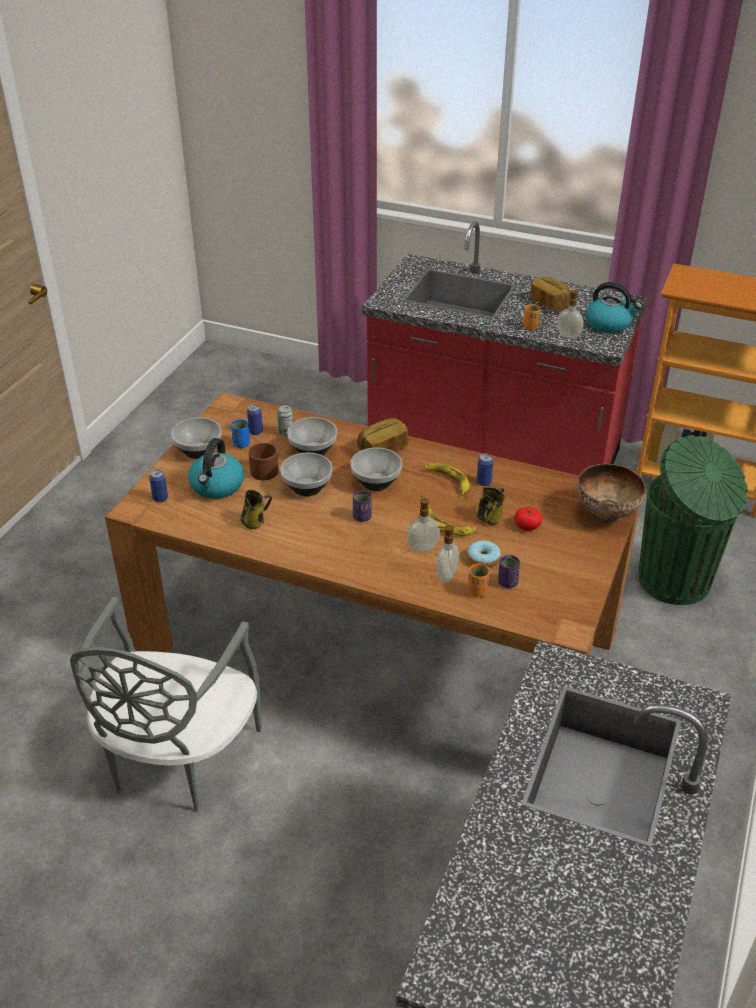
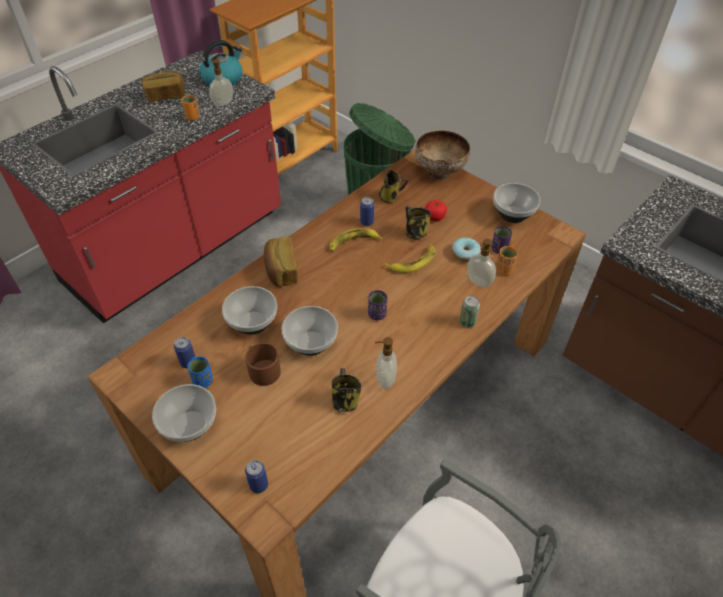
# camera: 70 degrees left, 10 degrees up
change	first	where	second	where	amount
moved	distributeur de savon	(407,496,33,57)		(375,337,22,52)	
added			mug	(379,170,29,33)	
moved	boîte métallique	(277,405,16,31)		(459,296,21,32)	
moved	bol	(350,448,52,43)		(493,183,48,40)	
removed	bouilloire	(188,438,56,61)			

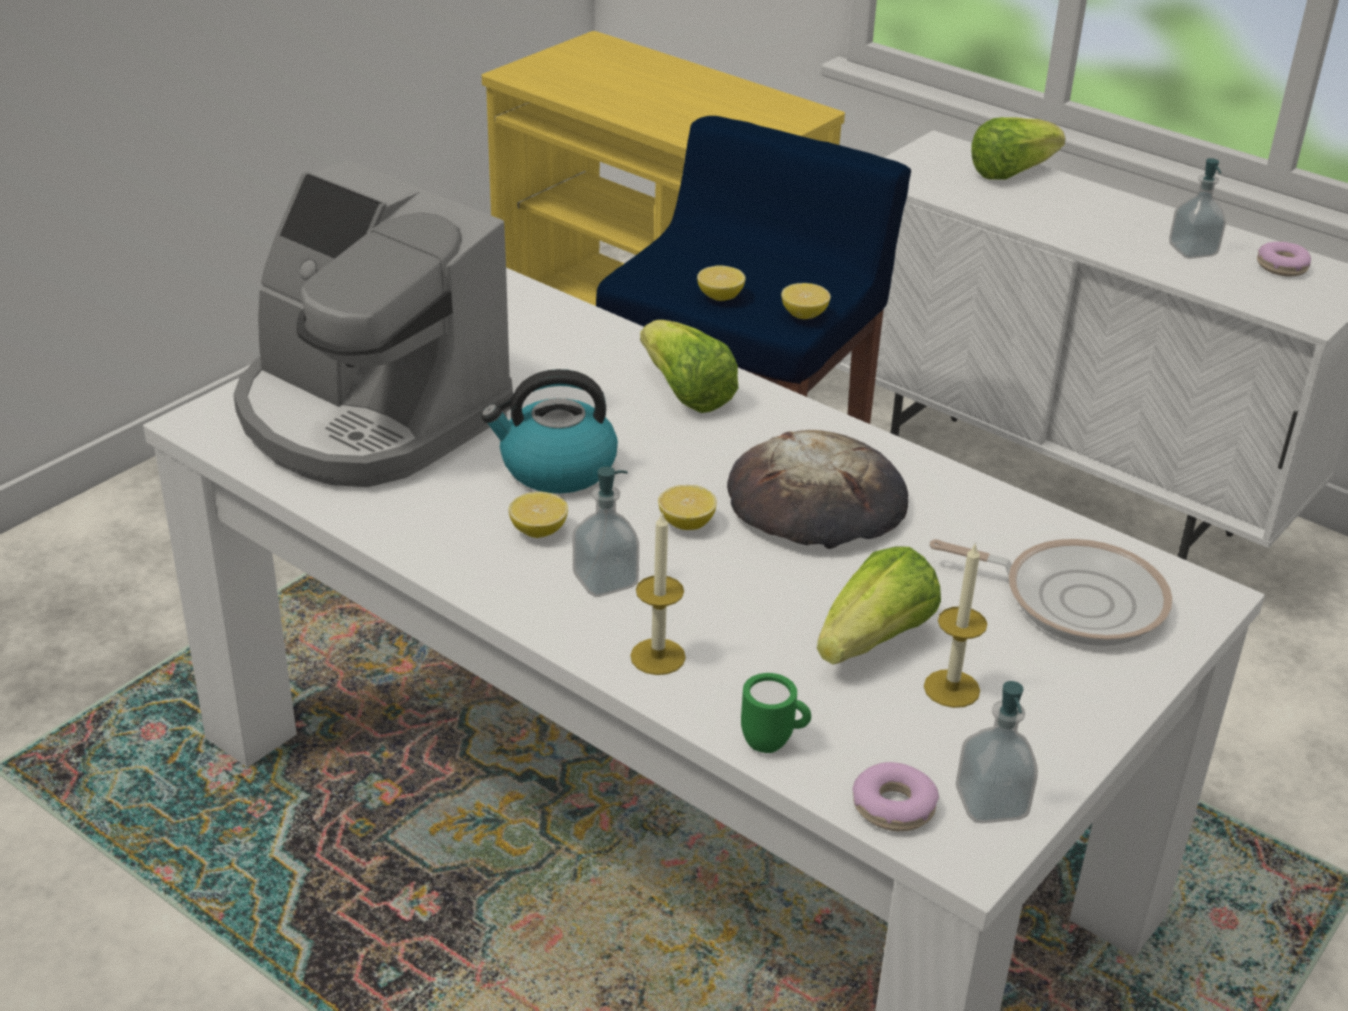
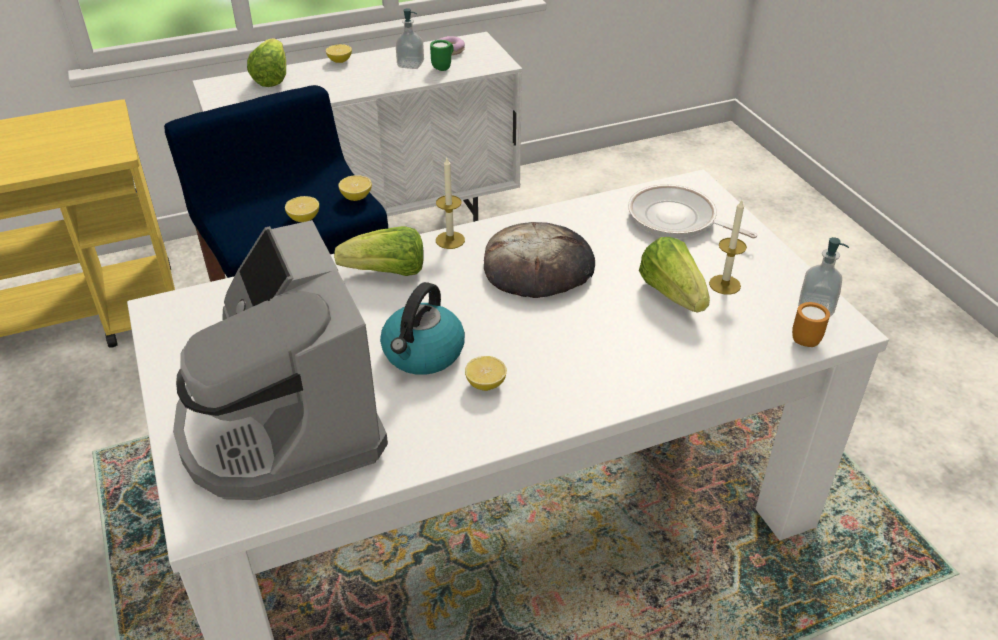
# camera: 60 degrees left, 5 degrees up
change	first	where	second	where	amount
turned	machine à café	(233,160,280,327)		(173,220,215,280)	90 degrees clockwise
moved	citron	(658,485,59,45)		(326,44,26,19)	
moved	mug/vert	(741,673,70,80)		(430,40,24,31)	
moved	bougie	(630,511,56,164)		(436,158,29,91)	
turned	poêle	(930,539,242,107)		(628,184,129,54)	105 degrees counterclockwise
replaced	beignet	(852,762,87,69)	mug/orange	(792,302,38,45)	
removed	distributeur de savon	(573,466,66,131)			

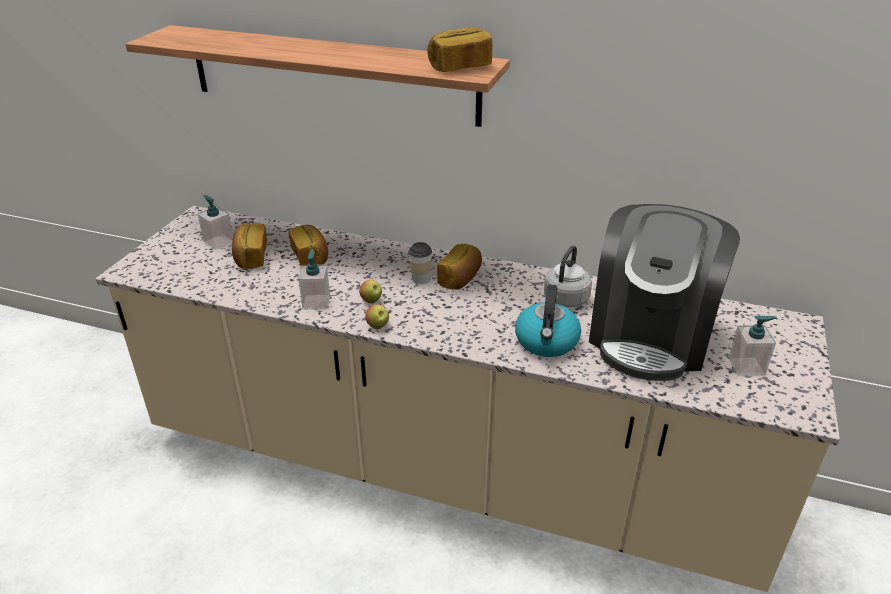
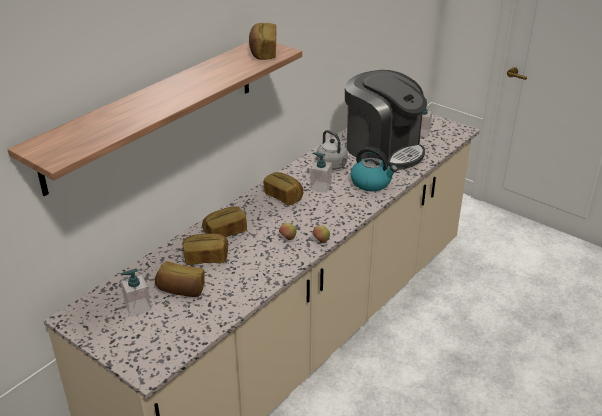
# camera: 70 degrees left, 0 degrees up
change	first	where	second	where	amount
added			pain	(202,206,45,31)	
moved	distributeur de savon	(298,249,32,61)		(310,152,22,41)	
removed	tasse	(408,242,24,42)			

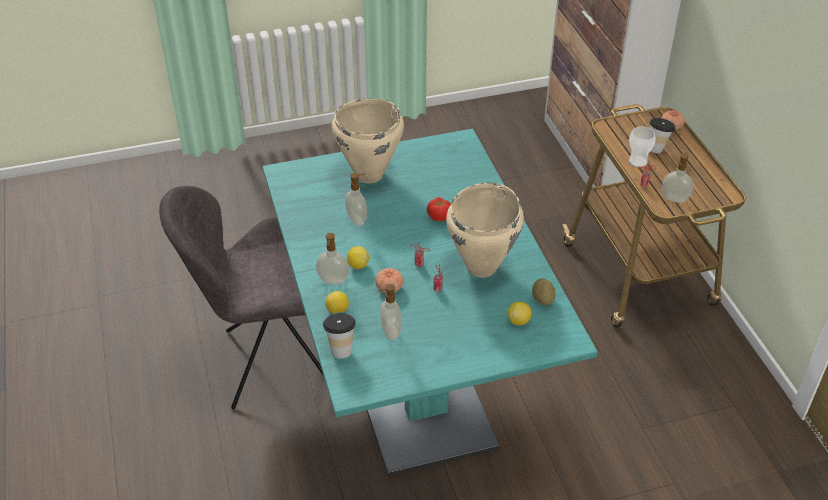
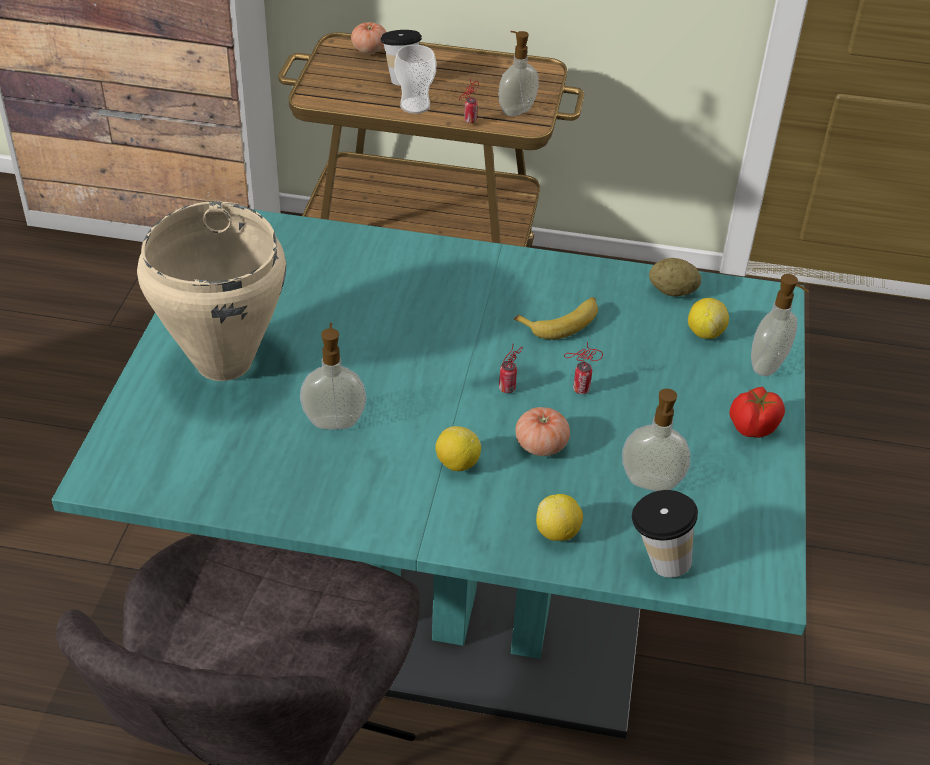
# camera: 65 degrees left, 0 degrees up
change	first	where	second	where	amount
replaced	marmite/beige	(446,183,78,94)	banane	(514,297,84,42)	
moved	tomate	(427,197,24,24)		(729,387,56,51)	
moved	distributeur de savon	(316,233,34,52)		(751,274,58,102)	

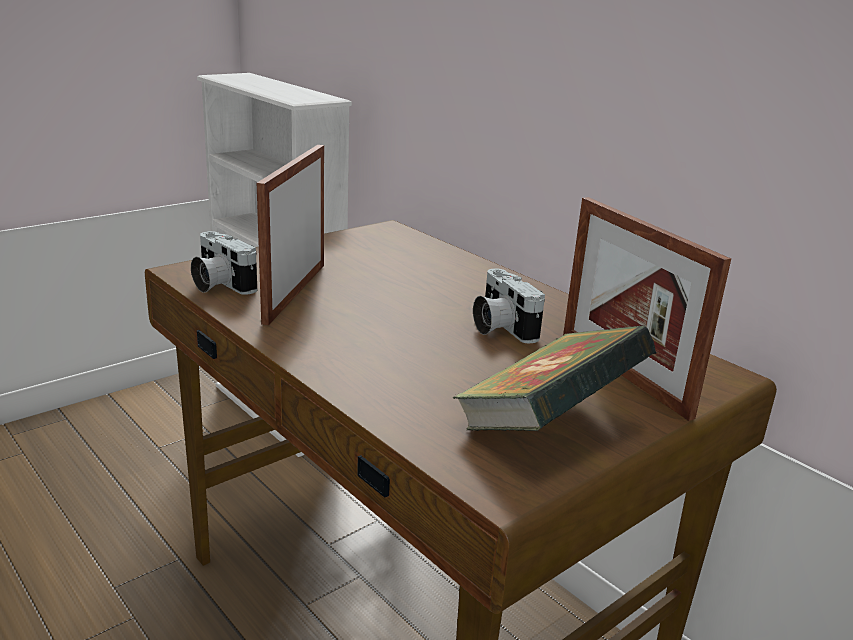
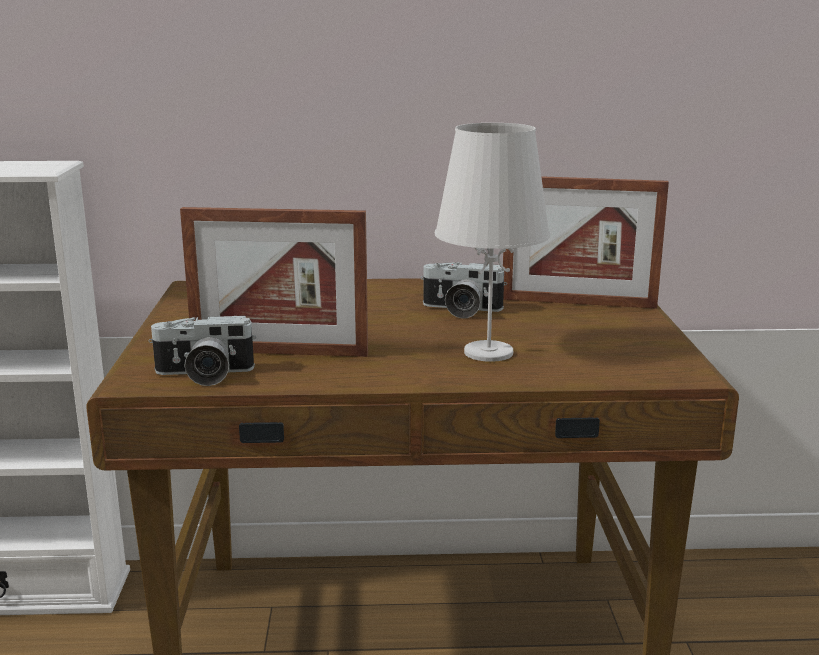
# camera: 50 degrees left, 5 degrees down
change	first	where	second	where	amount
turned	cadre photo	(257,145,67,180)		(180,207,188,150)	45 degrees counterclockwise
added			lampe de table/blanc	(435,123,115,239)	
removed	livre	(453,325,203,106)			

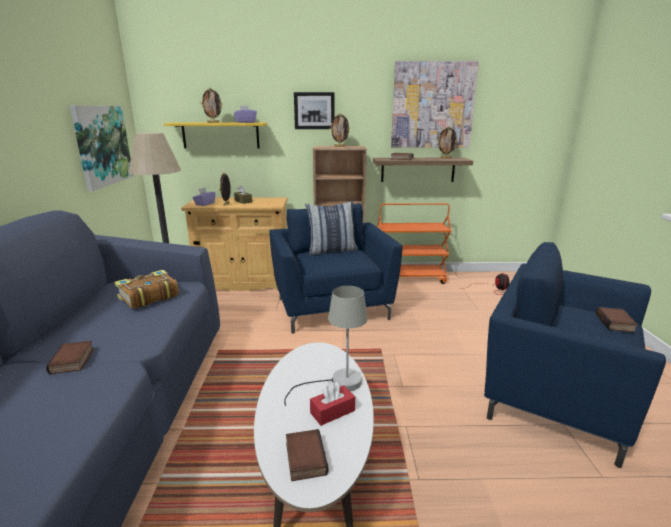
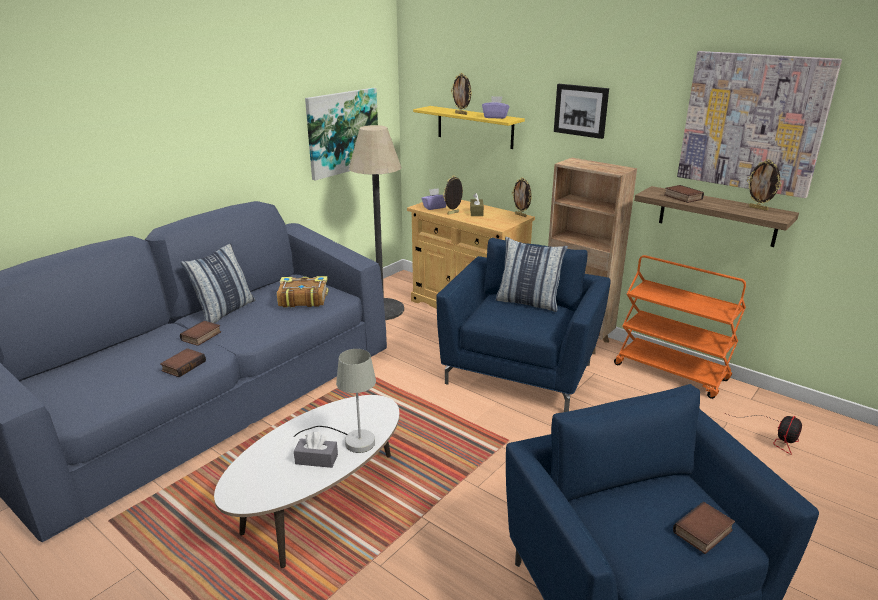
# camera: 40 degrees right, 5 degrees up
change	first	where	second	where	amount
moved	livre	(286,429,43,52)		(160,348,46,29)	
added			coussin	(180,243,75,80)	
recoloured	boîte à mouchoirs/rouge	(310,382,45,44)	boîte à mouchoirs/gris	(294,432,44,36)	
moved	cadre photo	(330,113,20,34)		(512,177,20,40)	

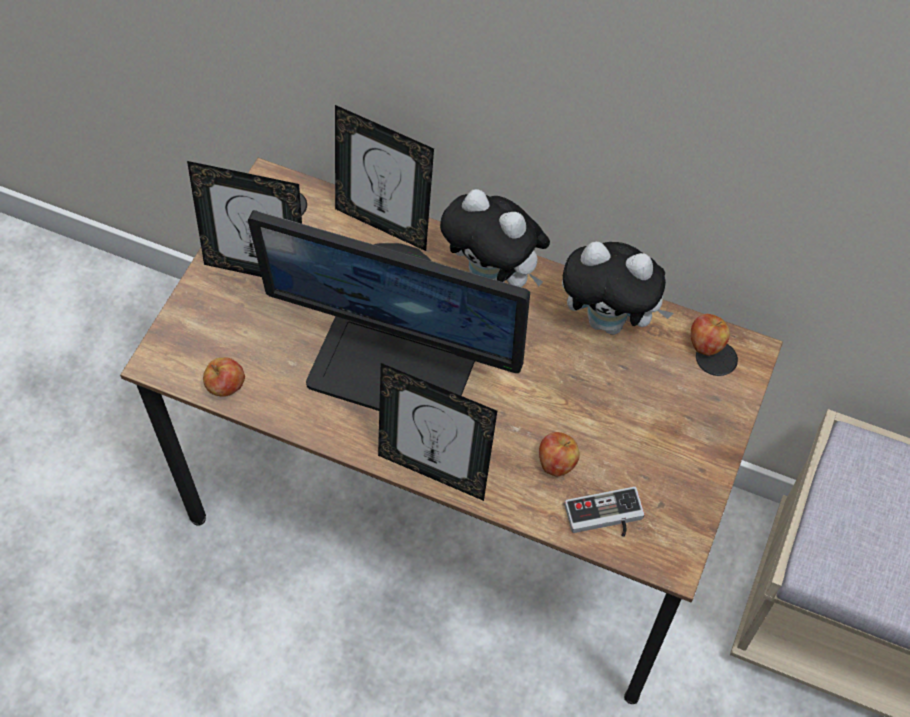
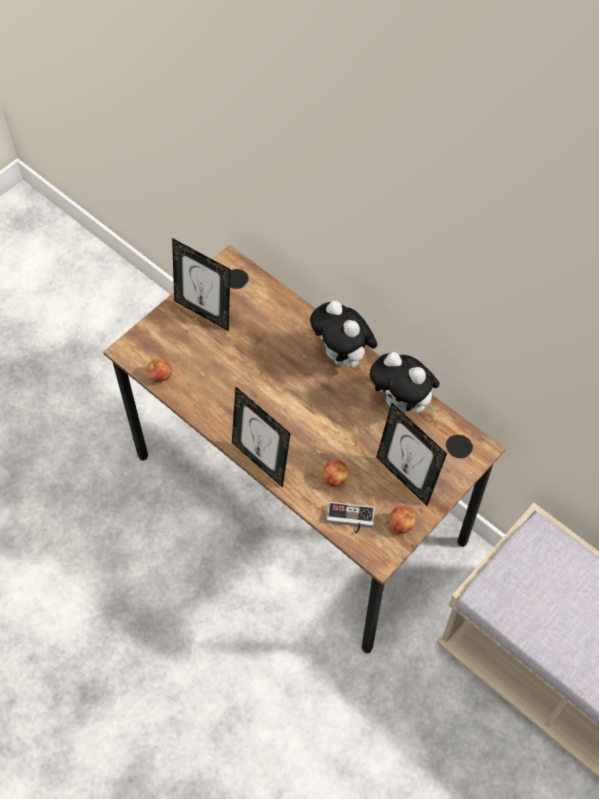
# camera: 20 degrees right, 0 degrees up
change	first	where	second	where	amount
moved	cadre photo	(335,105,99,146)		(376,403,71,103)	
moved	pomme	(691,314,39,42)		(389,506,26,28)	
removed	écran d'ordinateur	(248,210,282,201)			

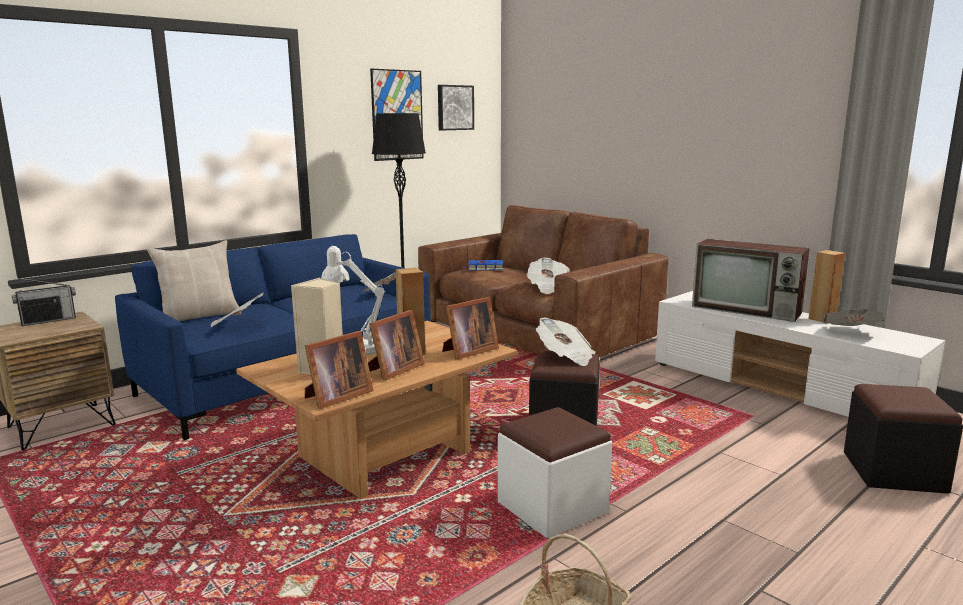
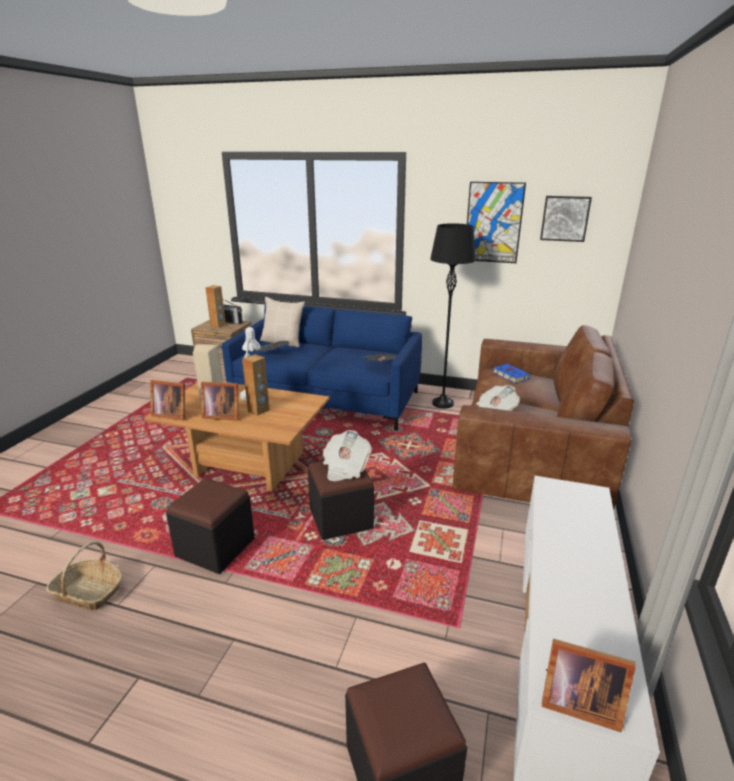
# camera: 60 degrees right, 10 degrees up
change	first	where	second	where	amount
recoloured	pouf/blanc	(498,407,114,131)	pouf/noir	(166,478,89,96)	
moved	enceinte/marron	(808,250,37,72)		(206,285,20,43)	
moved	cadre photo	(442,297,57,63)		(542,639,94,93)	
removed	téléviseur	(692,239,118,83)			
removed	journal	(823,309,61,17)			

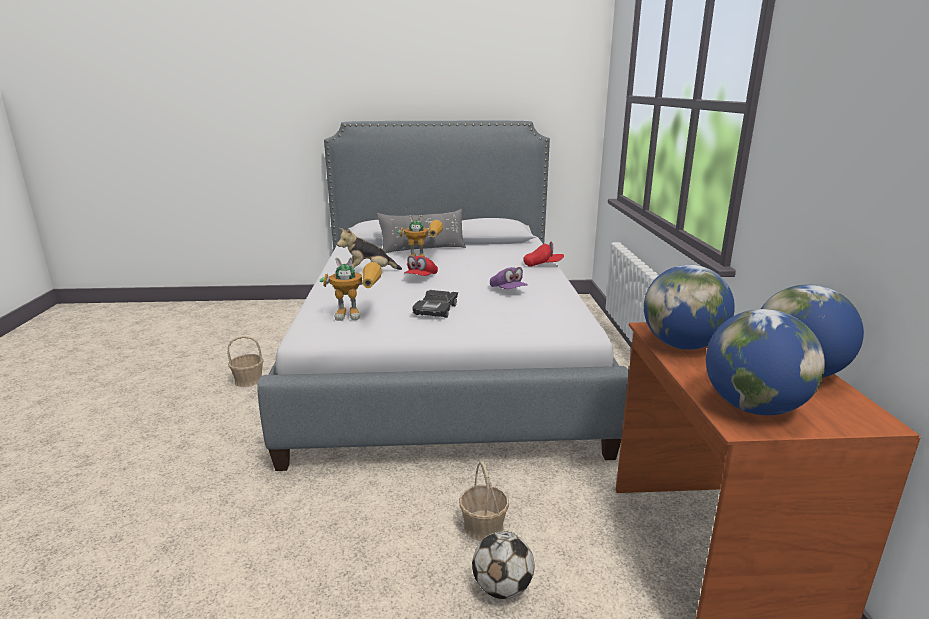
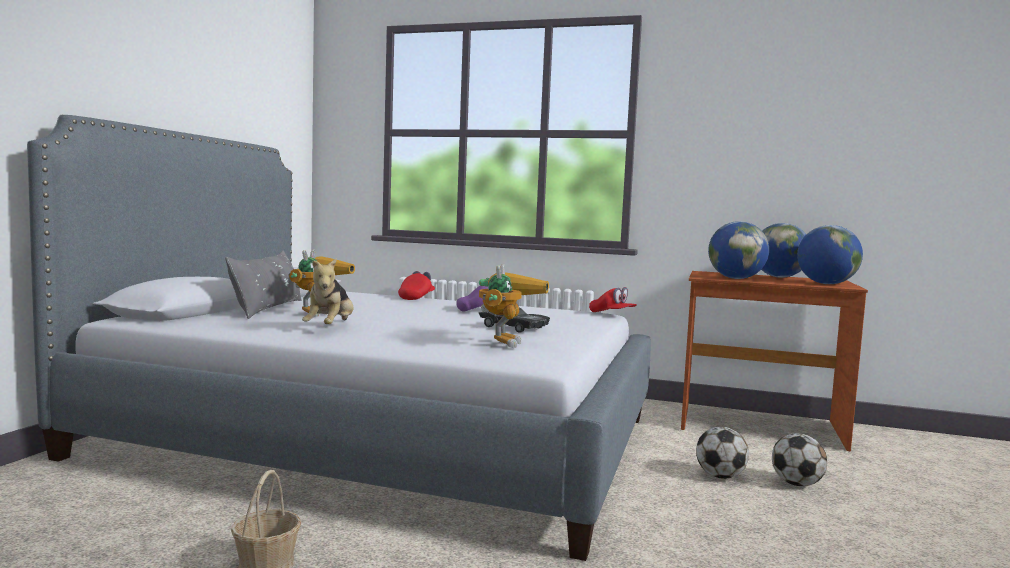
# camera: 70 degrees left, 15 degrees down
change	first	where	second	where	amount
moved	casquette/rouge	(404,255,34,21)		(589,287,48,25)	
replaced	panier	(459,461,50,80)	ballon de foot	(696,427,53,52)	

